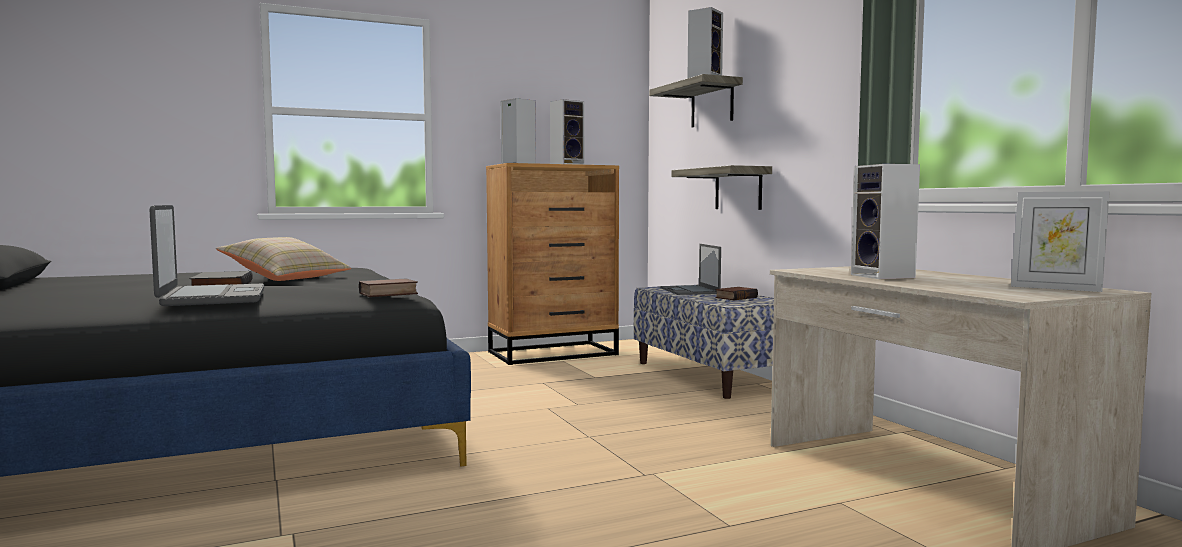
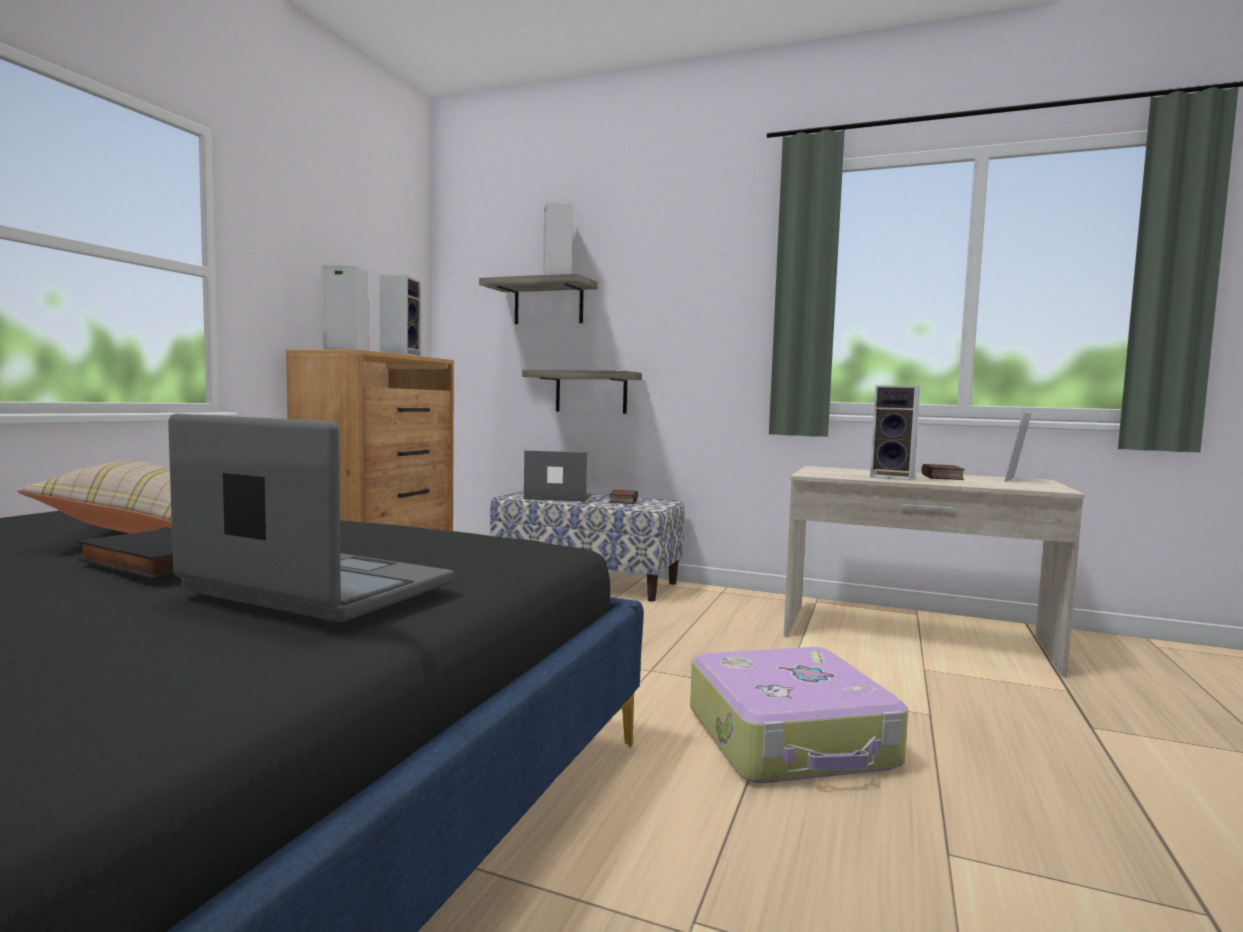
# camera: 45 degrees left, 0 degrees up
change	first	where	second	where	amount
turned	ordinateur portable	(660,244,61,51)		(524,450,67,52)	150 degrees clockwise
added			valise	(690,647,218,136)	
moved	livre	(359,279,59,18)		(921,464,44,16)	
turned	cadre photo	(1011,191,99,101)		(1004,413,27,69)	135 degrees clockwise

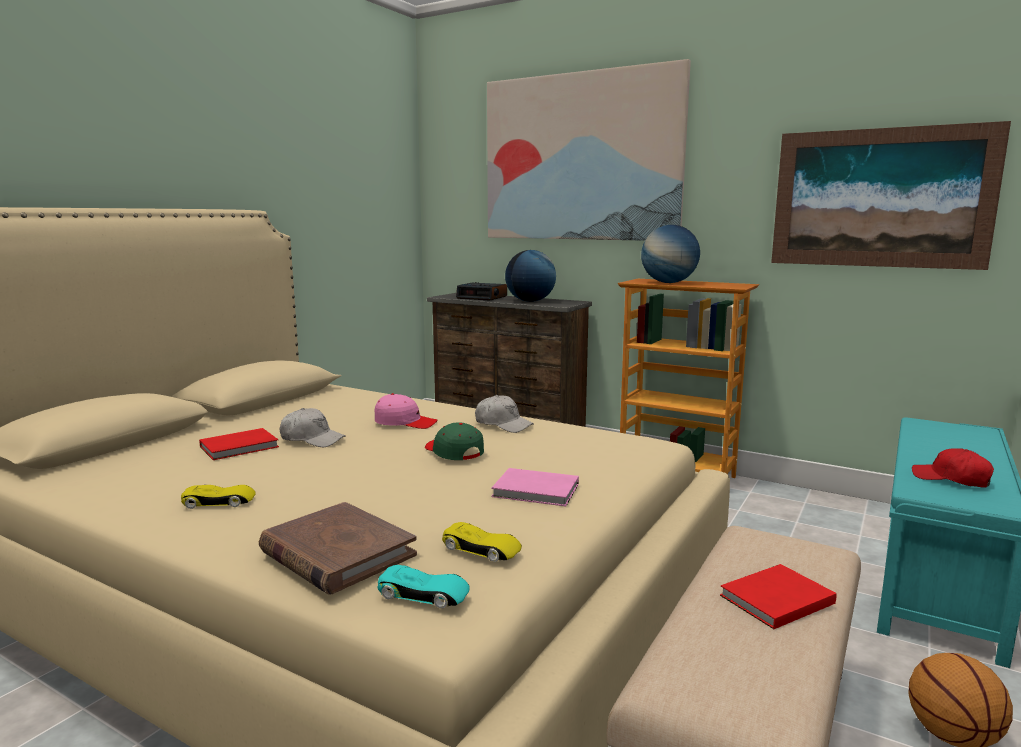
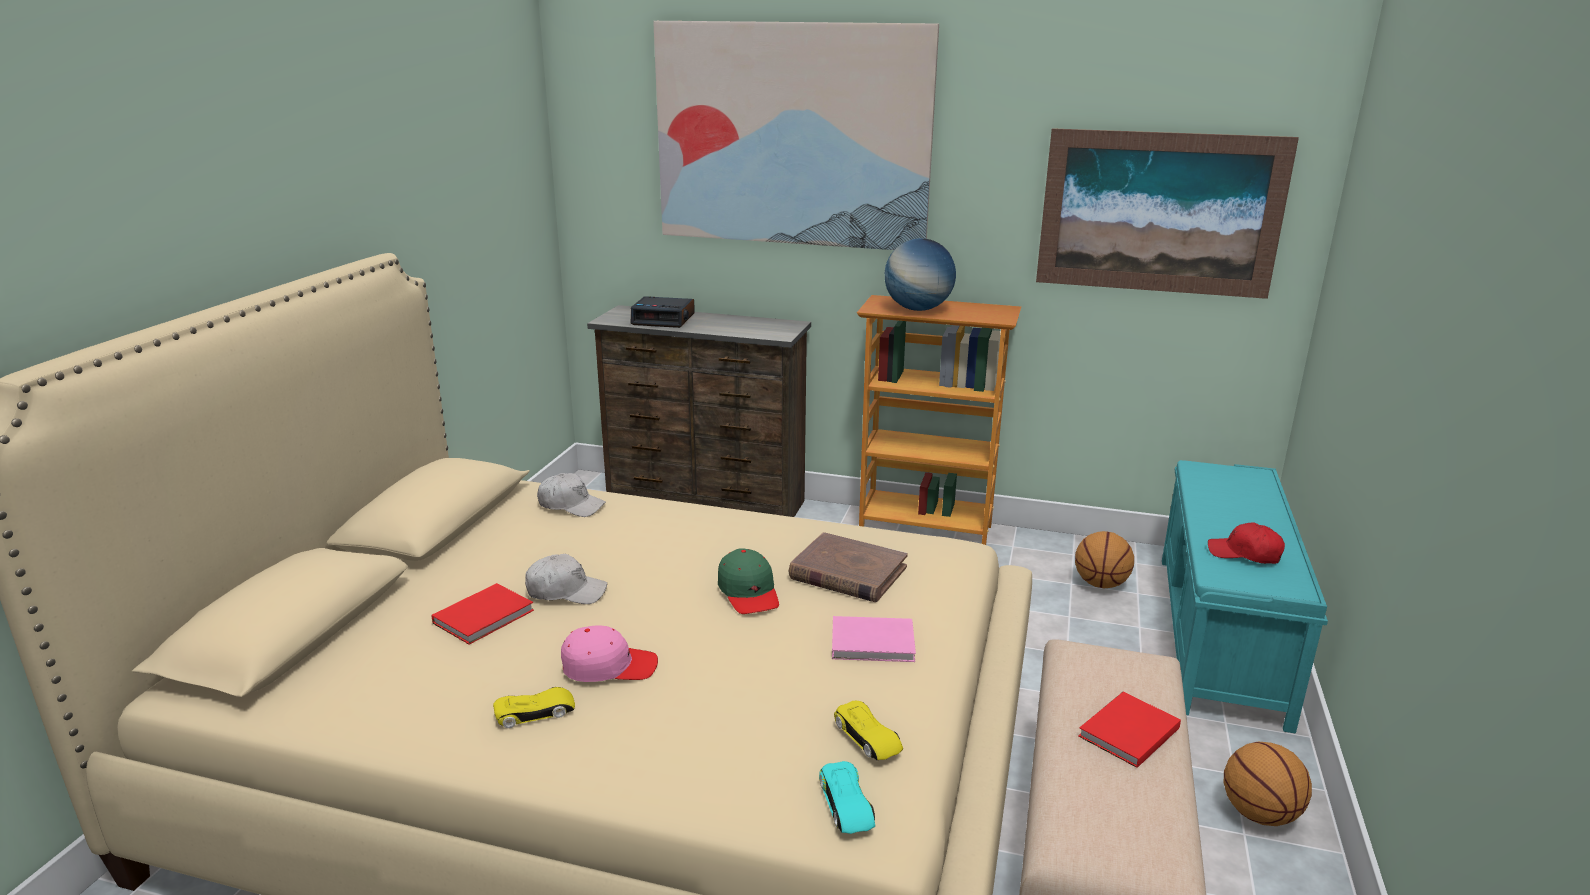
# camera: 15 degrees left, 10 degrees up
change	first	where	second	where	amount
moved	casquette/blanc	(475,395,59,38)		(537,473,69,44)	
moved	casquette/rose	(375,393,63,36)		(561,625,97,57)	
turned	casquette/vert	(425,422,59,38)		(718,548,61,66)	150 degrees counterclockwise
moved	livre/marron	(259,502,158,93)		(789,532,119,70)	
turned	petite voiture/turquoise	(378,565,92,43)		(819,761,56,73)	75 degrees clockwise
turned	petite voiture/jaune	(442,522,80,40)		(834,701,69,59)	45 degrees clockwise
added			ballon de basket	(1075,531,59,57)	
removed	globe	(505,250,51,52)			

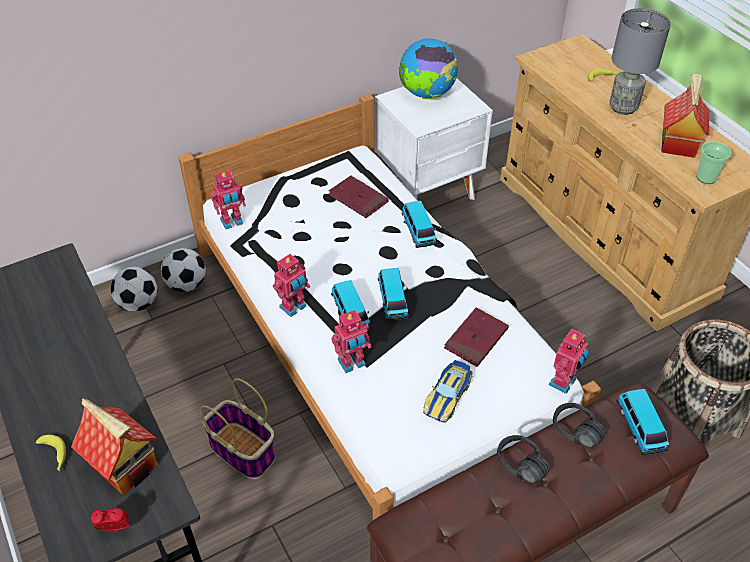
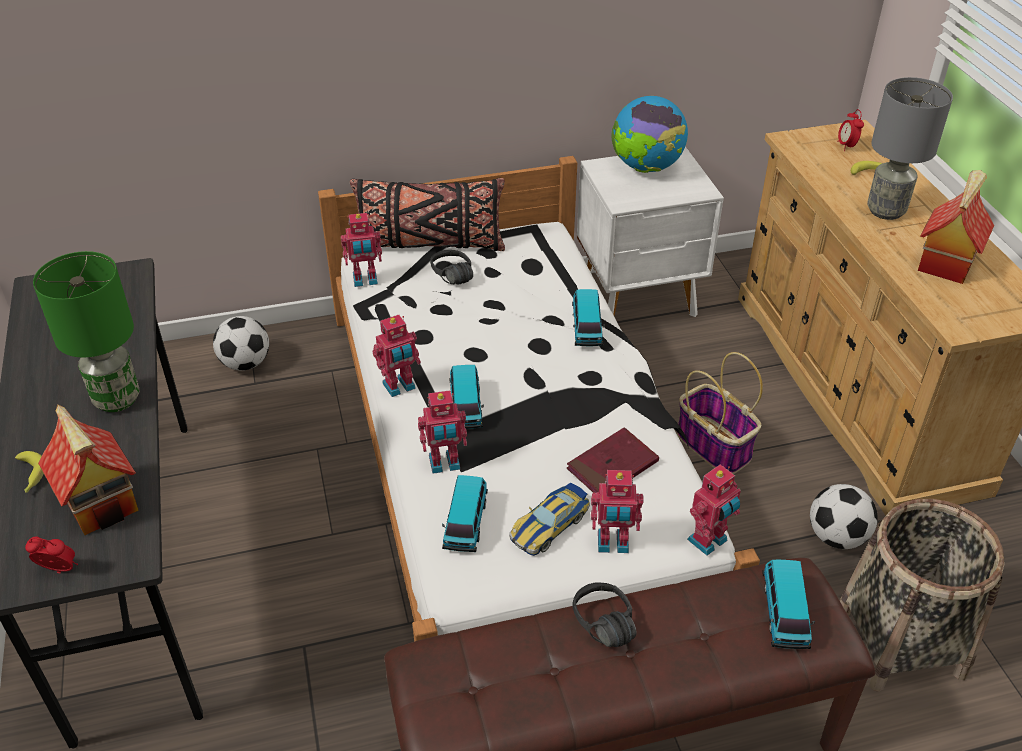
# camera: 15 degrees right, 5 degrees down
change	first	where	second	where	amount
added			lampe de table/vert	(33,251,106,161)	
added			coussin/noir	(350,178,155,73)	
moved	casque audio/noir	(553,403,53,44)		(430,250,43,34)	
moved	petite voiture	(378,268,31,52)		(442,475,46,77)	
added			robot jouet	(591,470,53,83)	
moved	panier	(200,378,76,101)		(677,352,86,122)	
moved	ballon de foot	(161,248,45,44)		(810,484,68,65)	
added			réveil	(837,109,27,42)	
removed	livre/rouge	(329,176,60,42)			
removed	tasse	(696,142,36,42)			

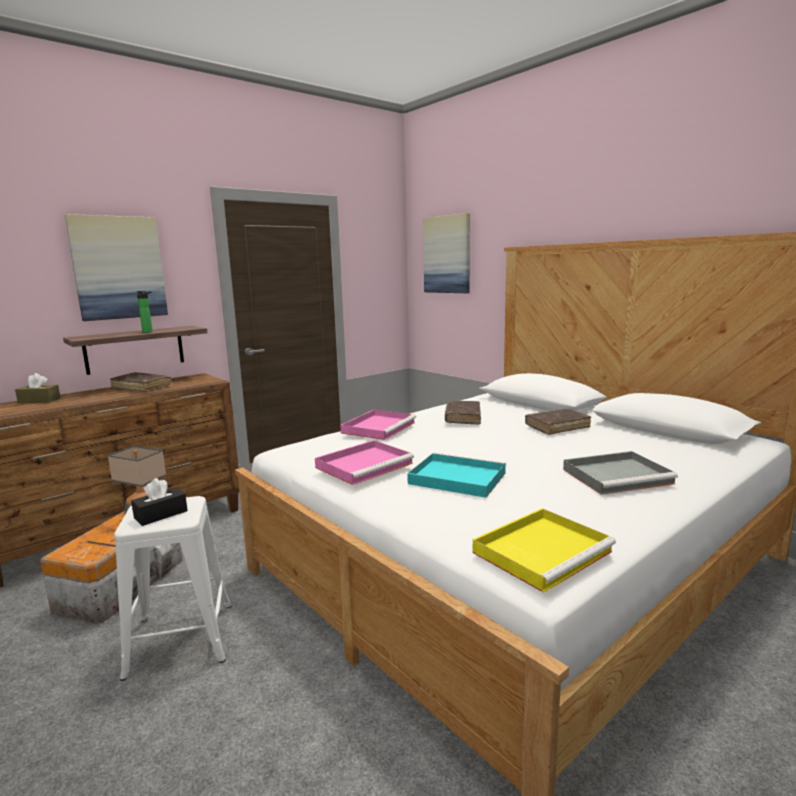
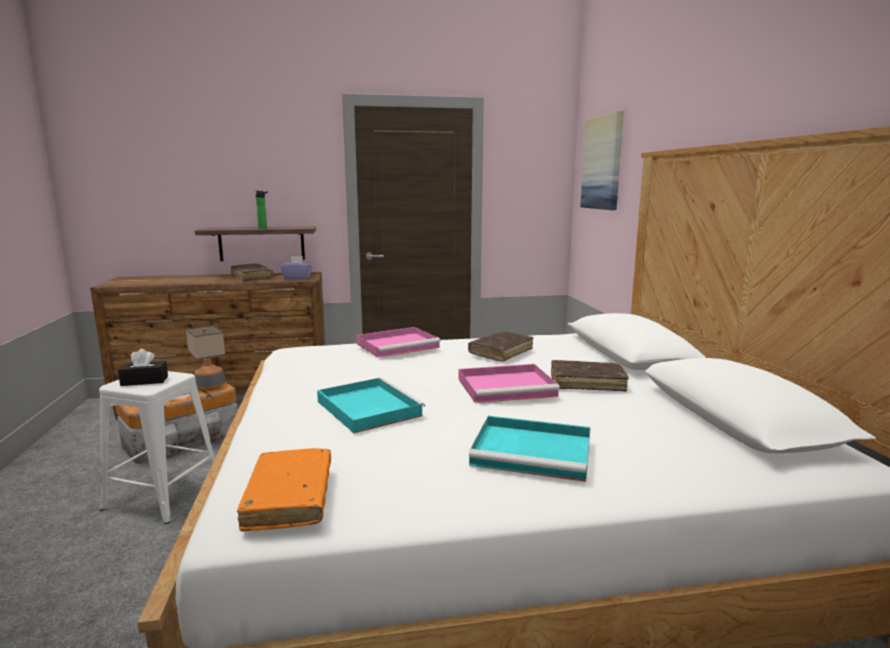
# camera: 30 degrees right, 0 degrees up
change	first	where	second	where	amount
replaced	plateau/jaune	(473,508,143,85)	livre/orange	(237,448,94,84)	
added			boîte à mouchoirs/violet	(280,256,33,23)	
moved	plateau/rose	(315,440,99,45)		(459,364,101,39)	
recoloured	plateau/gris	(563,451,115,44)	plateau/turquoise	(469,416,121,66)	
removed	boîte à mouchoirs/marron	(15,373,46,30)			
removed	tableau	(65,214,103,107)			

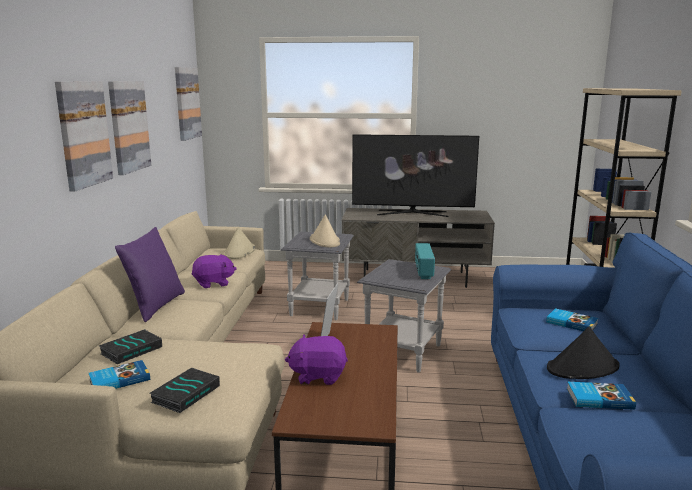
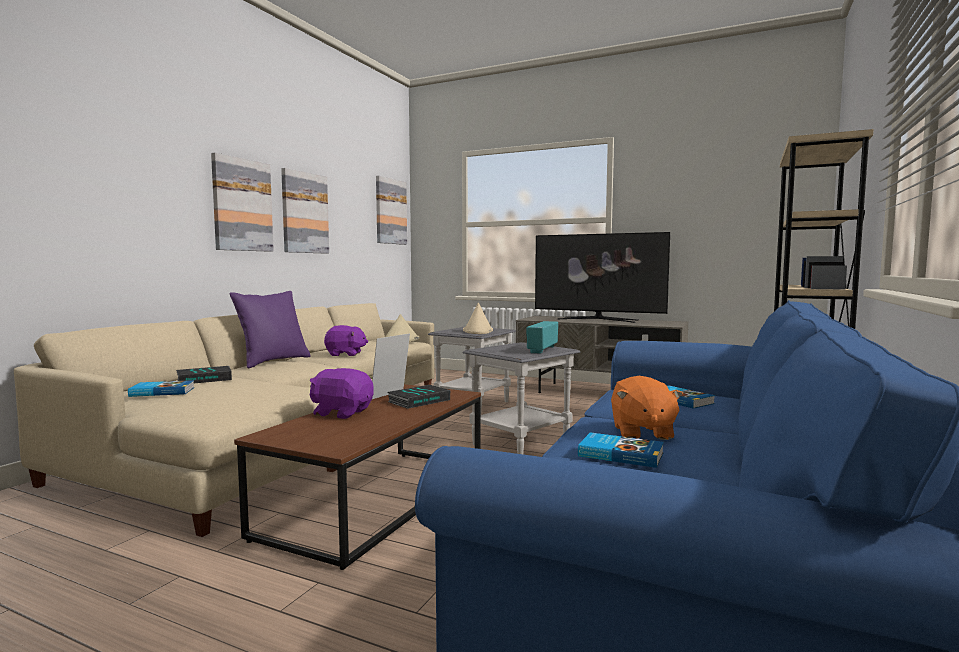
# camera: 20 degrees right, 10 degrees down
change	first	where	second	where	amount
moved	livre	(150,367,70,46)		(387,385,63,24)	
replaced	chapeau/noir	(547,326,73,53)	peluche/orange	(611,376,72,64)	

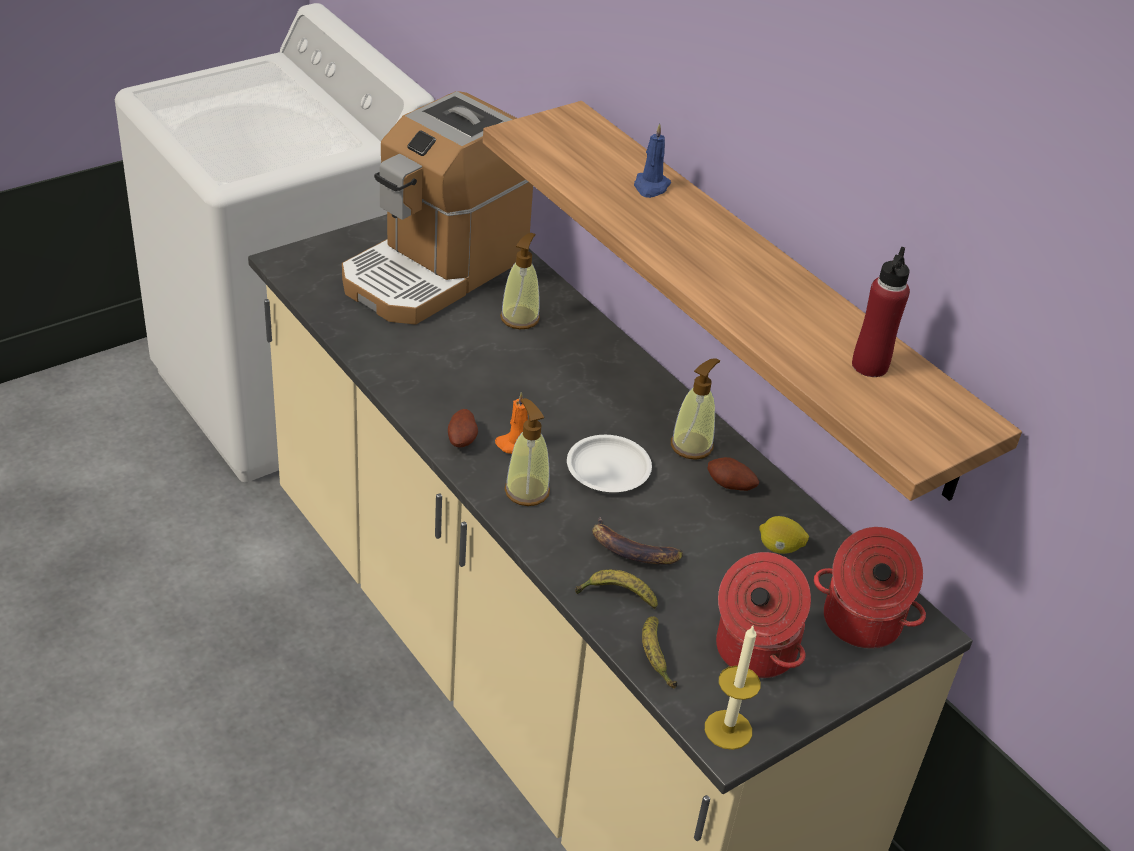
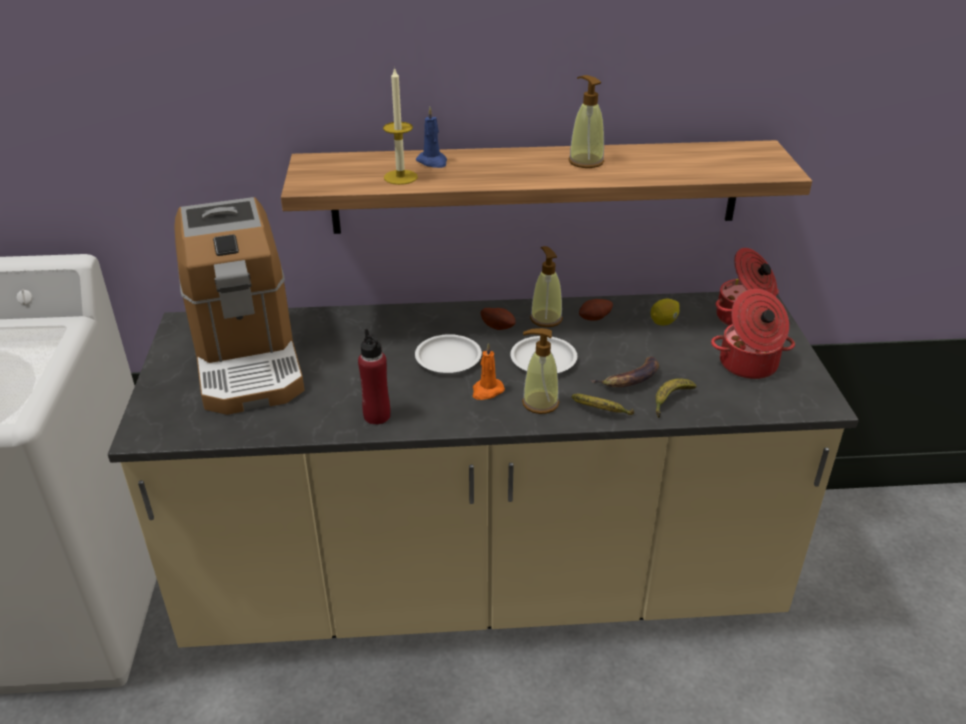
# camera: 55 degrees left, 5 degrees down
change	first	where	second	where	amount
moved	bouteille/rouge	(852,247,58,130)		(358,329,33,96)	
moved	bougie	(705,626,56,124)		(383,67,35,118)	
added			assiette/blanc	(415,334,67,39)	
moved	pomme de terre	(448,409,30,39)		(481,308,35,22)	
moved	distributeur de savon	(500,233,40,96)		(568,75,36,93)	
moved	banane	(642,617,35,72)		(572,394,62,21)	

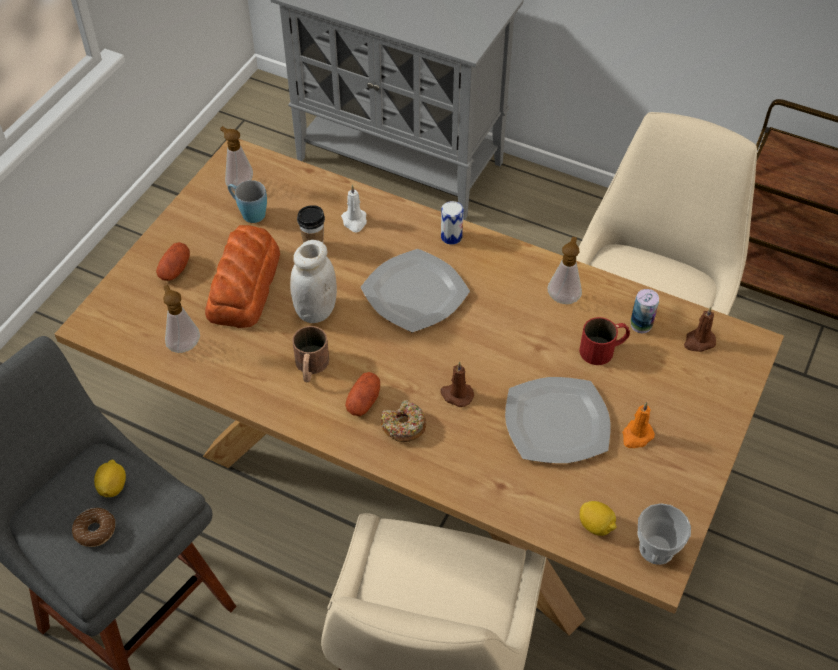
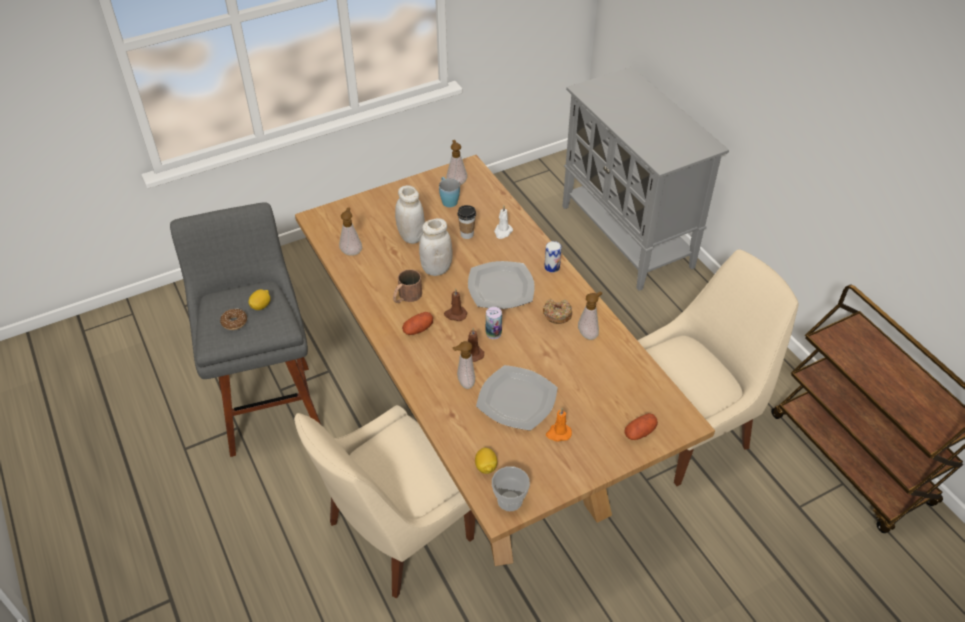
# camera: 35 degrees right, 5 degrees down
change	first	where	second	where	amount
replaced	pain	(205,225,75,103)	bocal/blanc	(395,185,30,59)	
moved	bougie/marron	(684,307,32,45)		(444,288,23,33)	
added			distributeur de savon	(452,341,23,48)	
moved	boîte métallique	(631,289,28,44)		(486,307,16,32)	
moved	beignet	(380,400,46,42)		(543,299,29,25)	
moved	pomme de terre	(156,242,34,39)		(624,413,34,27)	
removed	mug/rouge	(579,317,51,48)			

